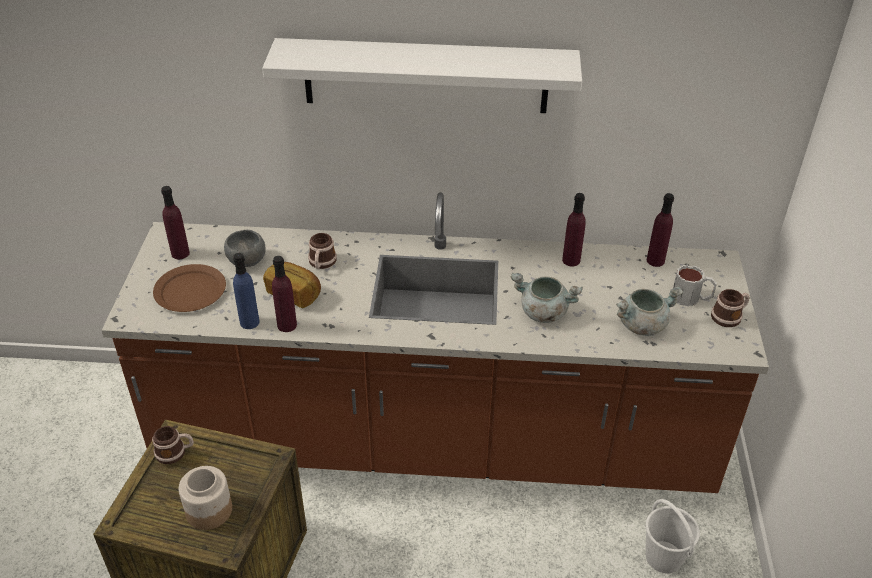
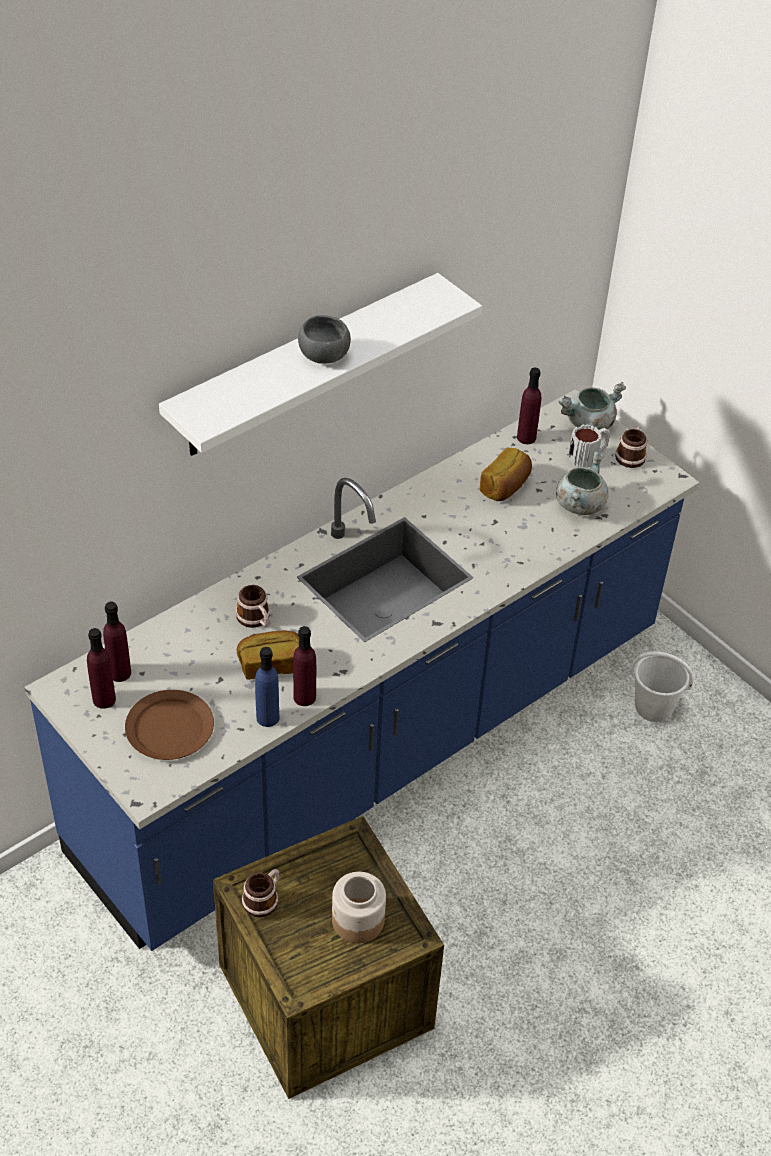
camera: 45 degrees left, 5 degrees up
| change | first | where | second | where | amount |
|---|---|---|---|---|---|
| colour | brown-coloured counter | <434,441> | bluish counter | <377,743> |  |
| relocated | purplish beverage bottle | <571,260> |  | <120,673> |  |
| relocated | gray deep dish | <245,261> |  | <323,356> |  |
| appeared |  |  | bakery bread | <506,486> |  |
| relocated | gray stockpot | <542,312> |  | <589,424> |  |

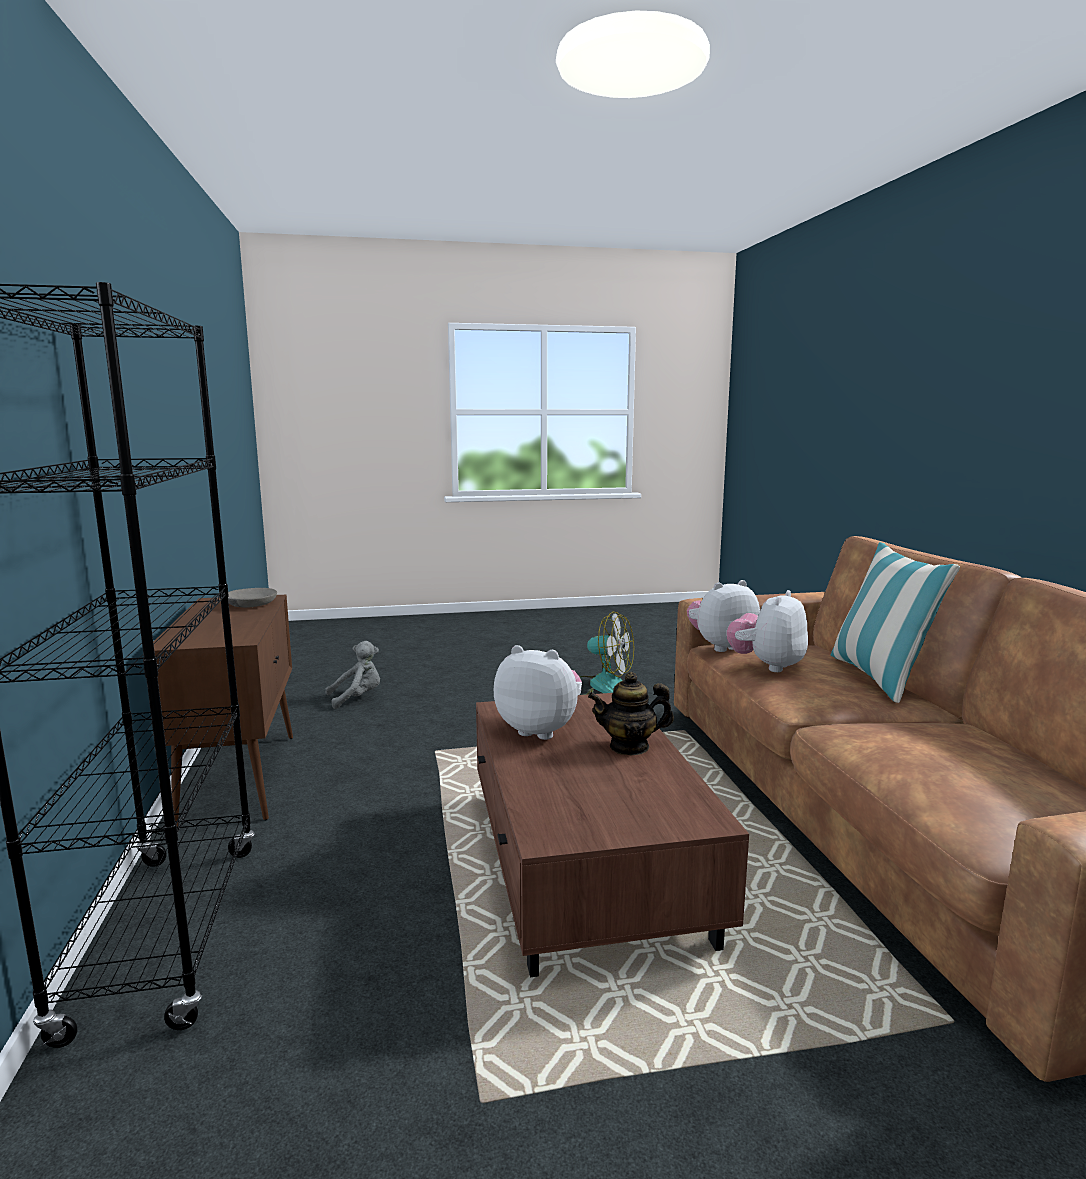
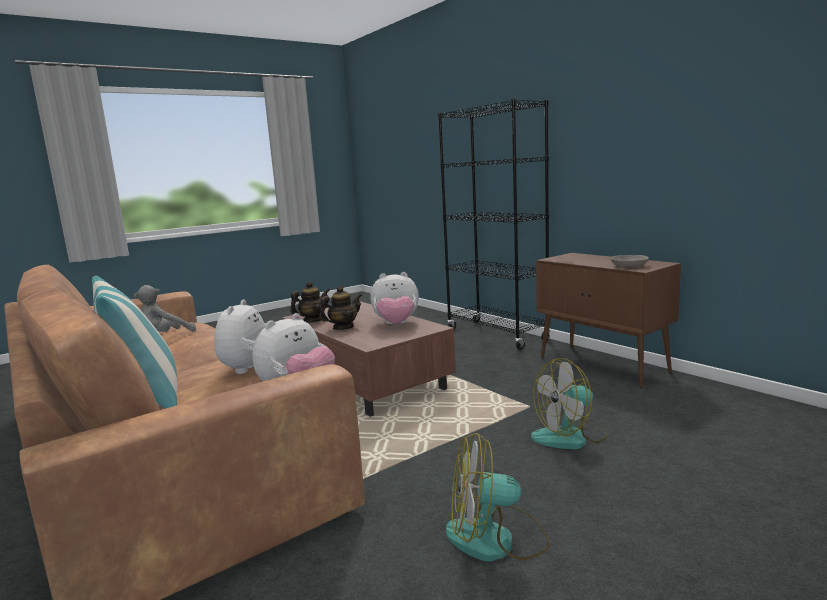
camera: 155 degrees right, 0 degrees up
| change | first | where | second | where | amount |
|---|---|---|---|---|---|
| relocated | gray soft toy | <357,698> |  | <164,336> |  |
| appeared |  |  | pot for tea | <312,320> |  |
| appeared |  |  | cooling fan | <570,437> |  |

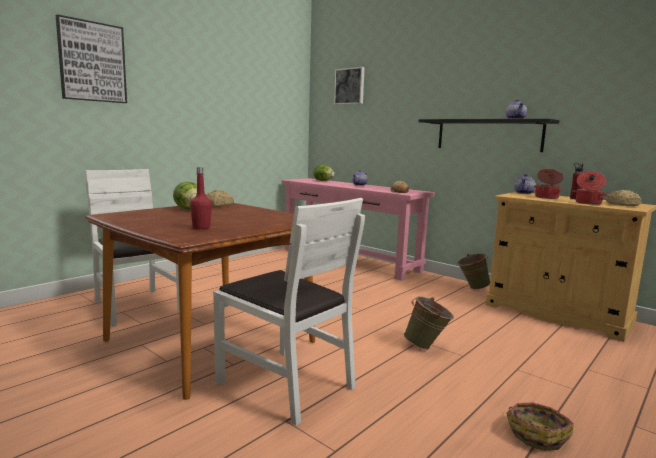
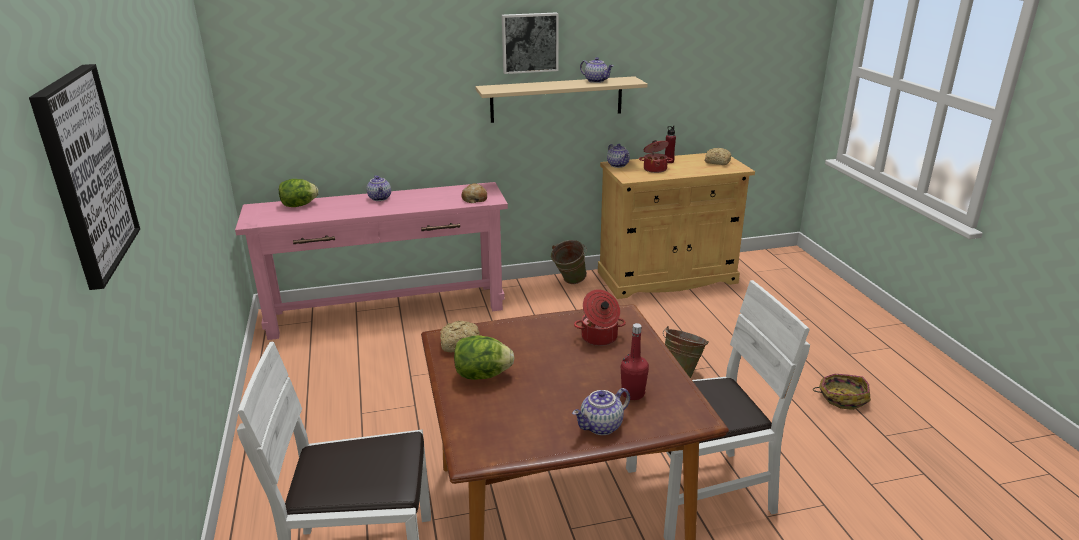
camera: 55 degrees left, 15 degrees up
| change | first | where | second | where | amount |
|---|---|---|---|---|---|
| colour | blackish shelf | <488,135> | beige-coloured shelf | <556,99> |  |
| relocated | picture | <350,86> |  | <529,42> |  |
| appeared |  |  | pot for tea | <601,427> |  |
| relocated | stockpot | <588,203> |  | <599,338> |  |

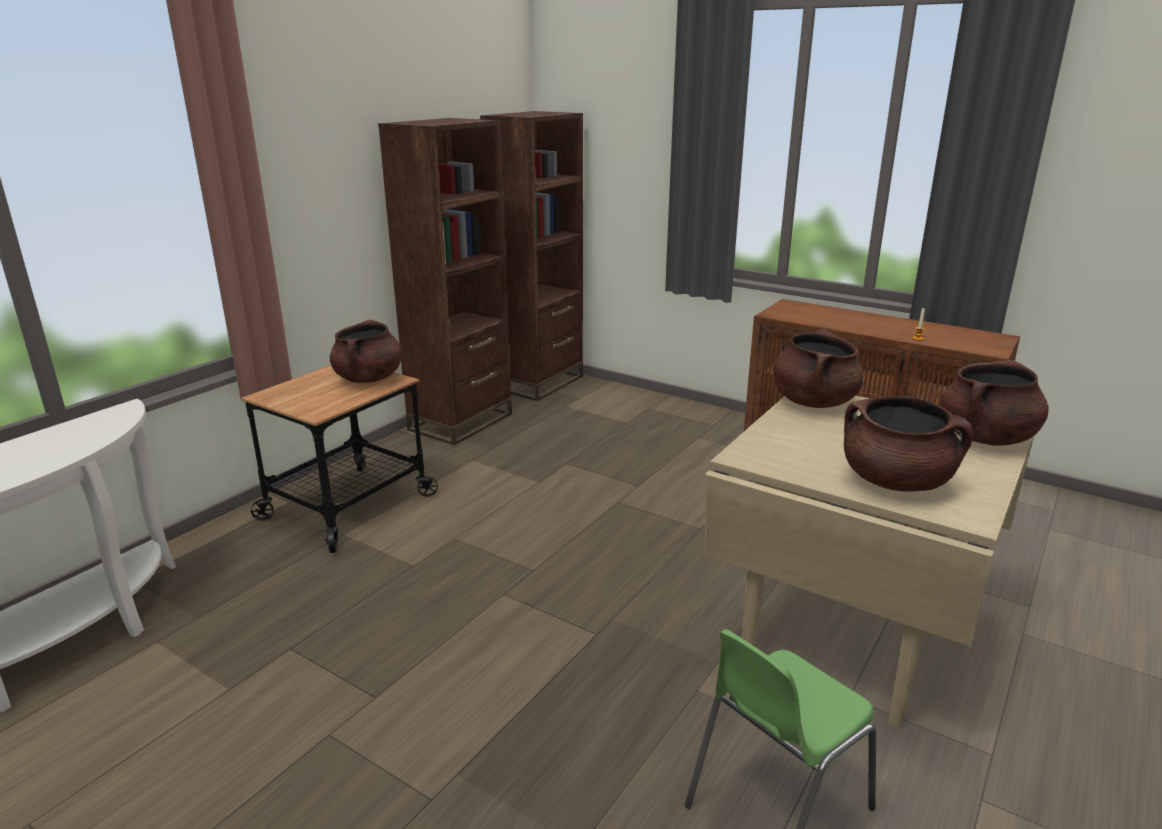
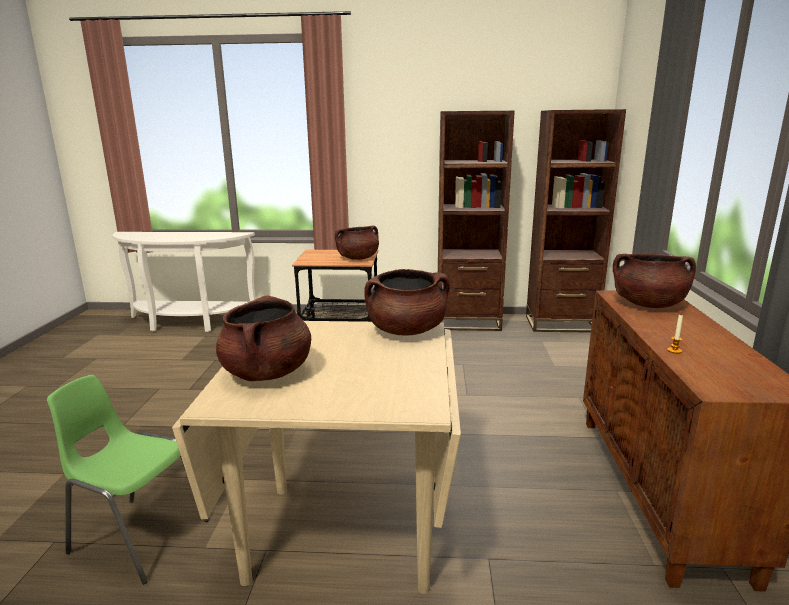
camera: 60 degrees right, 5 degrees down
| change | first | where | second | where | amount |
|---|---|---|---|---|---|
| relocated | brown-coloured stockpot | <986,438> |  | <648,304> |  |

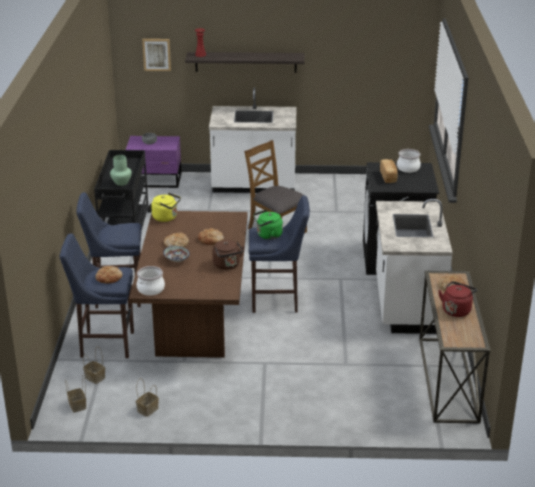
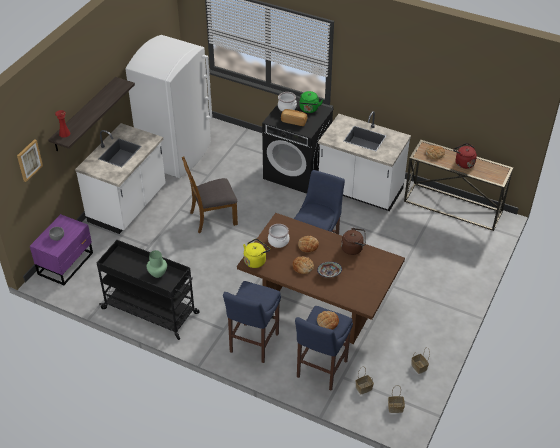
camera: 65 degrees left, 15 degrees up
| change | first | where | second | where | amount |
|---|---|---|---|---|---|
| appeared |  |  | white refrigerator | <176,154> |  |
| relocated | stockpot | <151,289> |  | <278,241> |  |
| relocated | green-coloured kettle | <268,235> |  | <309,109> |  |

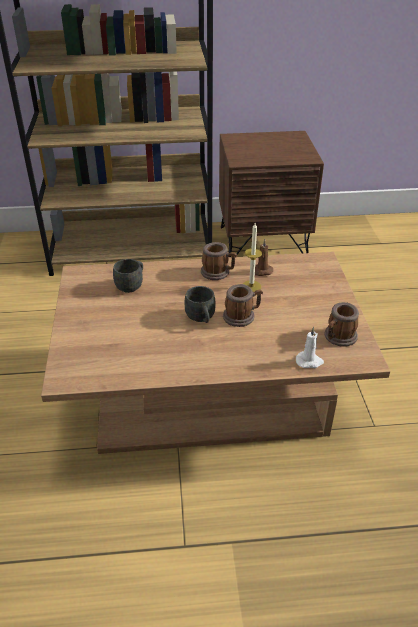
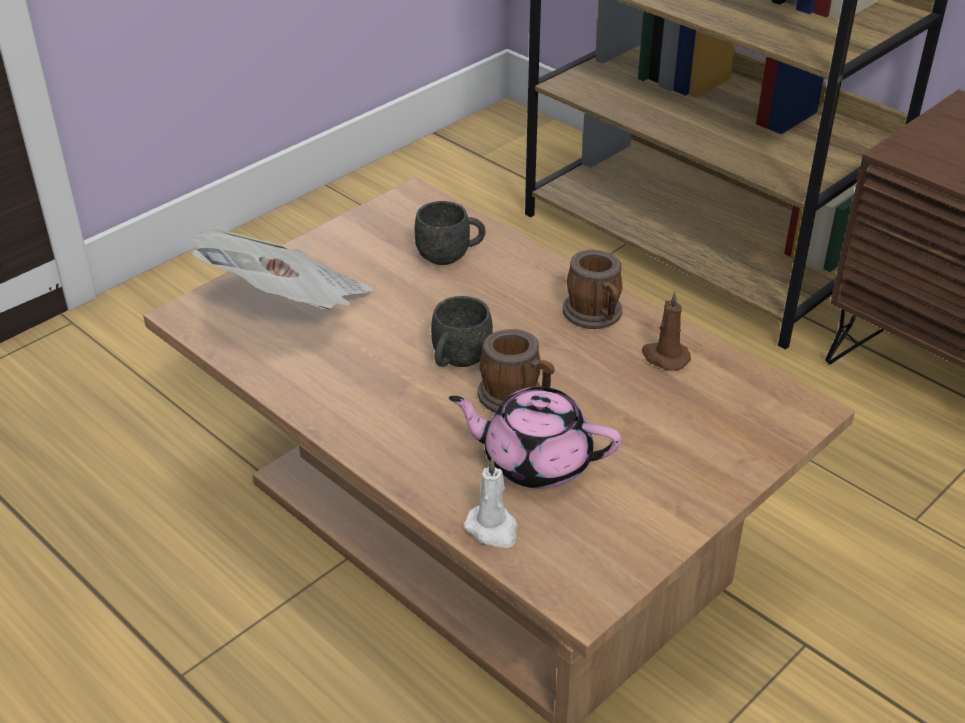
camera: 50 degrees right, 0 degrees up
| change | first | where | second | where | amount |
|---|---|---|---|---|---|
| appeared |  |  | printed paper | <289,306> |  |
| appeared |  |  | pinkish pot for tea | <535,461> |  |
| missing | wax candle | <251,286> |  |  |  |
| missing | mug | <338,338> |  |  |  |

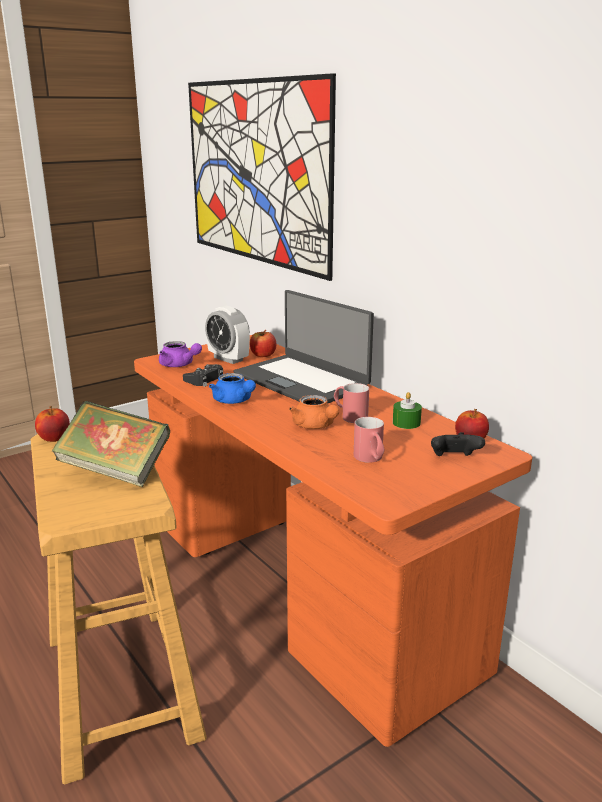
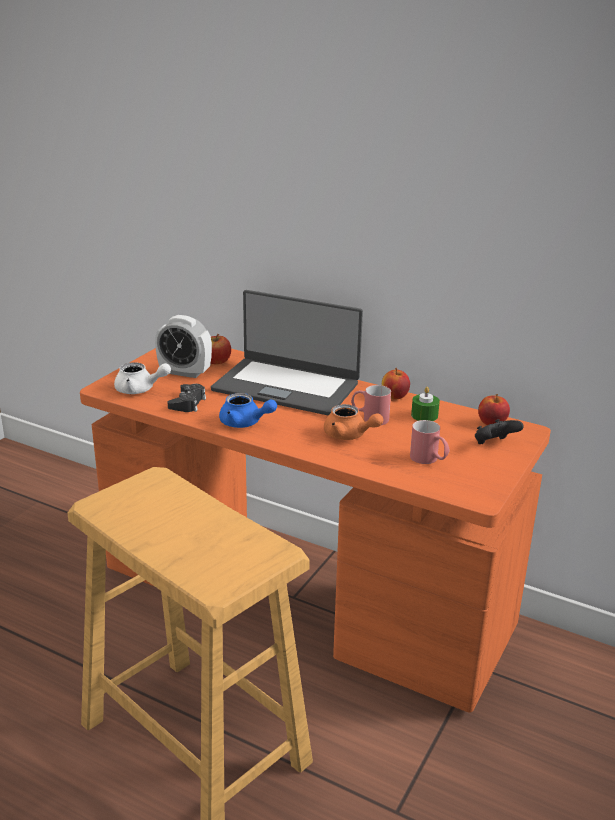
camera: 25 degrees left, 5 degrees up
| change | first | where | second | where | amount |
|---|---|---|---|---|---|
| colour | purplish pot for tea | <179,365> | white pot for tea | <140,389> |  |
| relocated | apple | <54,439> |  | <394,396> |  |
| missing | volume | <115,470> |  |  |  |
| missing | picture | <255,173> |  |  |  |

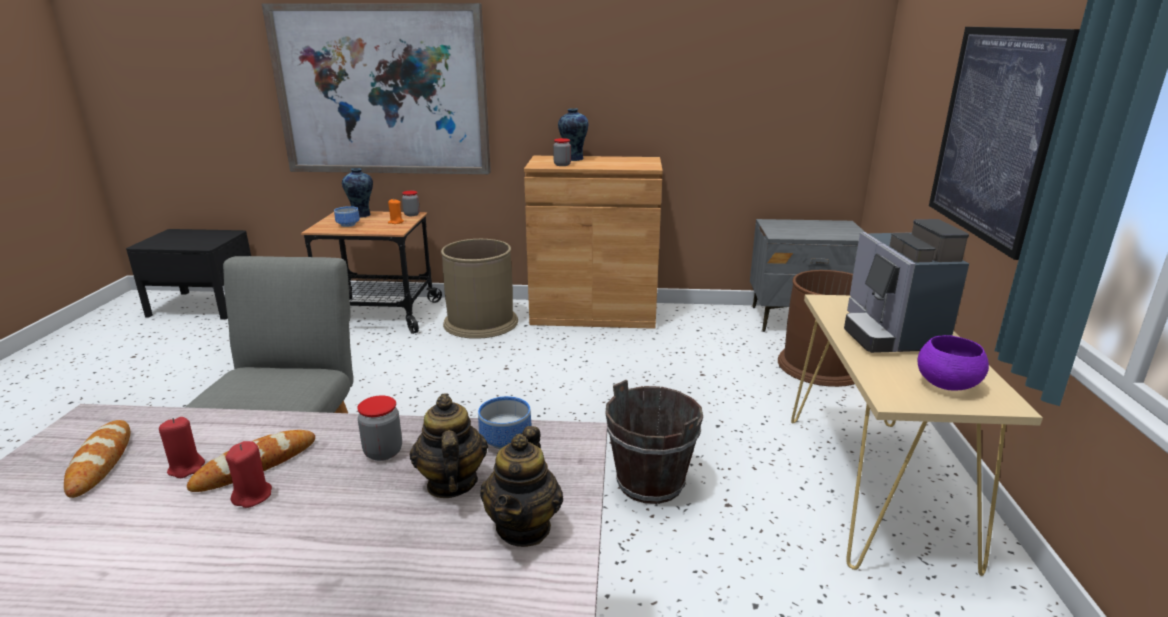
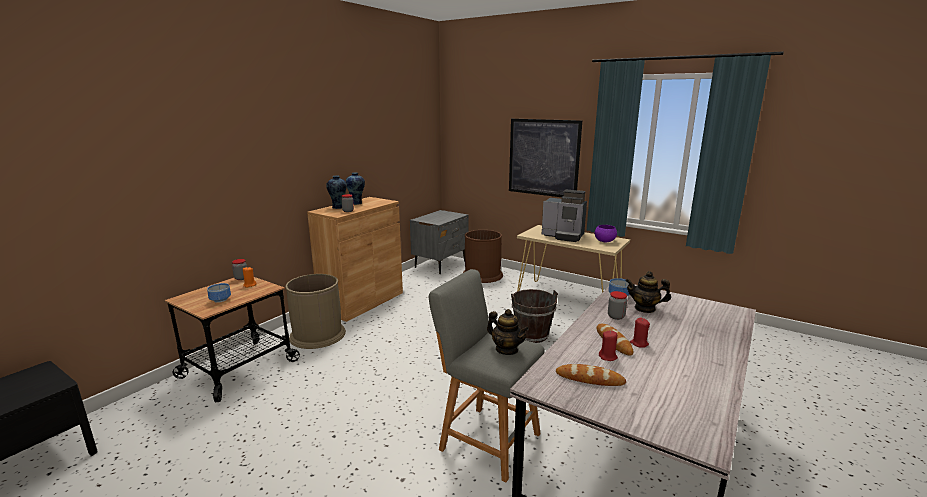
camera: 60 degrees left, 5 degrees down
| change | first | where | second | where | amount |
|---|---|---|---|---|---|
| relocated | flower vase | <361,215> |  | <356,203> |  |
| relocated | pot for tea | <524,527> |  | <506,350> |  |
| missing | picture | <383,91> |  |  |  |

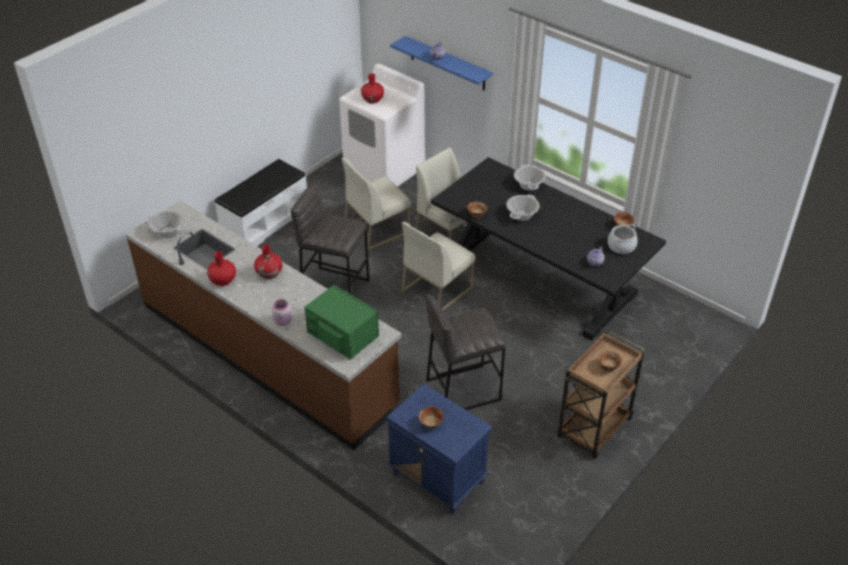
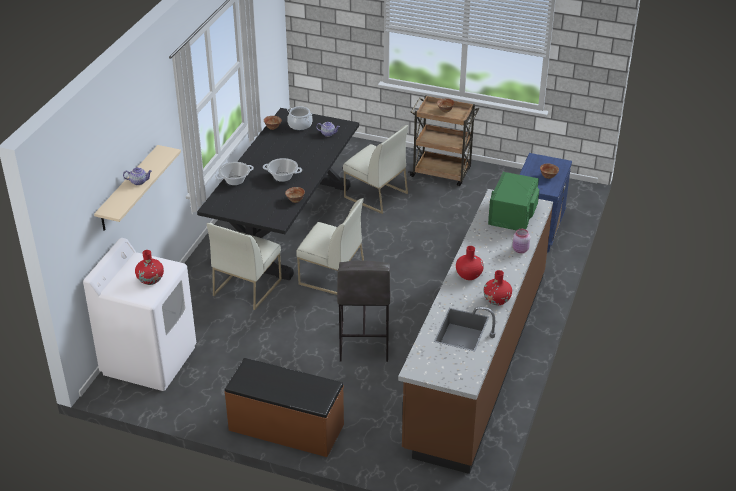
camera: 110 degrees left, 5 degrees down
| change | first | where | second | where | amount |
|---|---|---|---|---|---|
| colour | bluish shelf | <447,64> | beige-coloured shelf | <128,189> |  |
| colour | white indoor bench | <265,223> | brown-coloured indoor bench | <286,428> |  |
| relocated | white plain chair | <377,228> |  | <375,195> |  |
| missing | stockpot | <168,232> |  |  |  |
| missing | gray stool | <462,390> |  |  |  |

